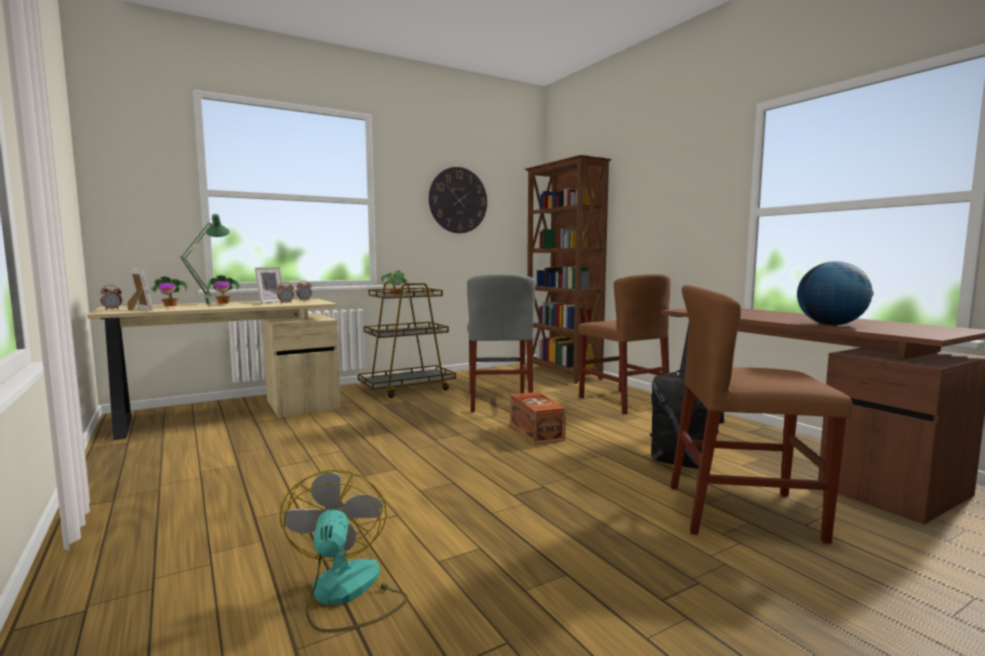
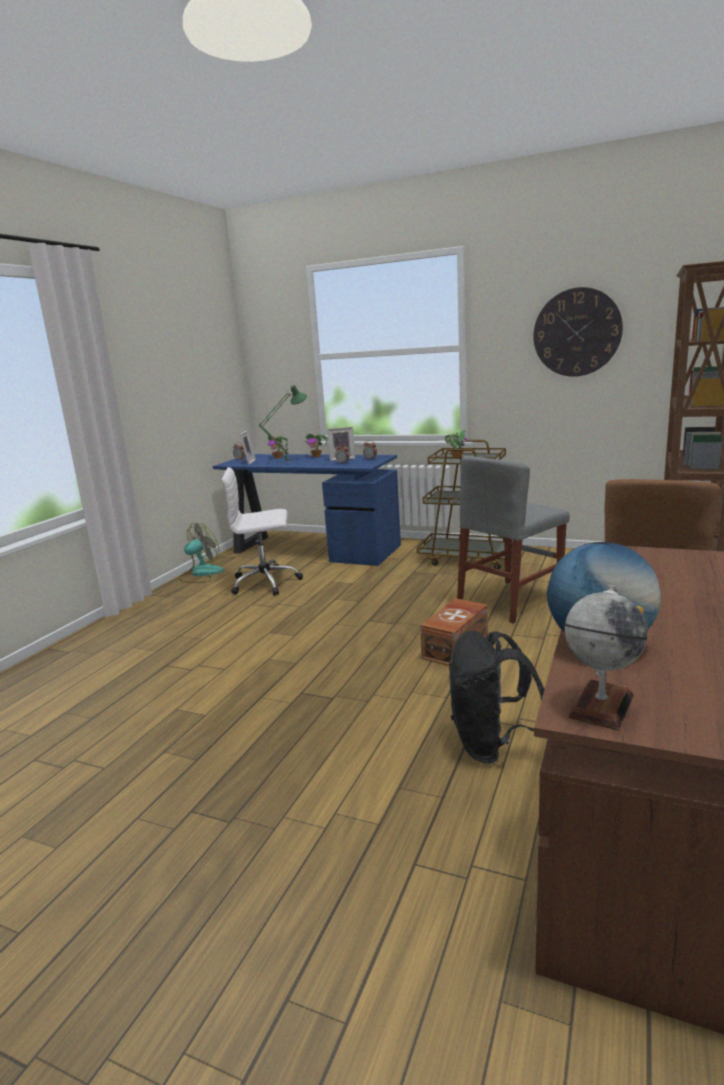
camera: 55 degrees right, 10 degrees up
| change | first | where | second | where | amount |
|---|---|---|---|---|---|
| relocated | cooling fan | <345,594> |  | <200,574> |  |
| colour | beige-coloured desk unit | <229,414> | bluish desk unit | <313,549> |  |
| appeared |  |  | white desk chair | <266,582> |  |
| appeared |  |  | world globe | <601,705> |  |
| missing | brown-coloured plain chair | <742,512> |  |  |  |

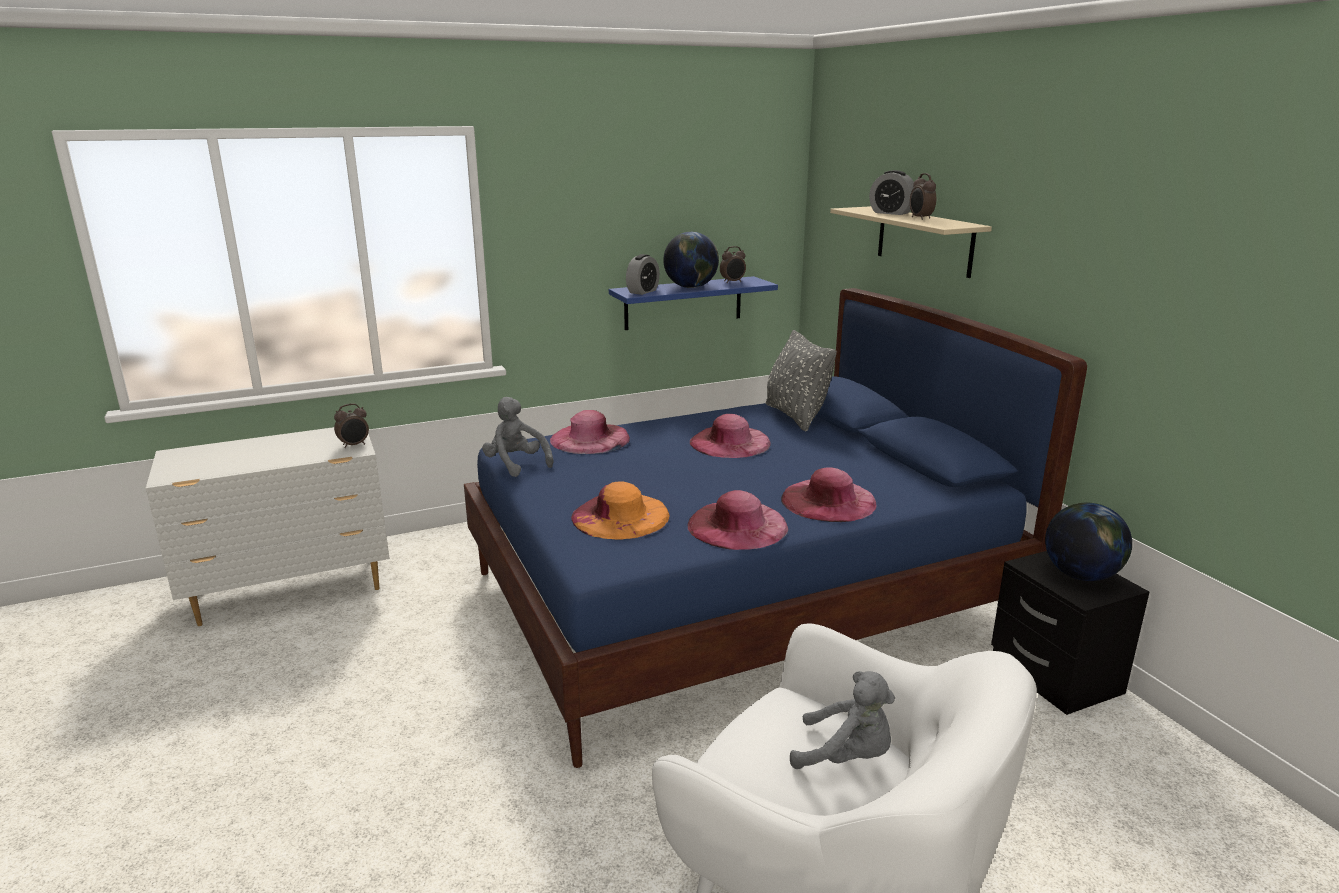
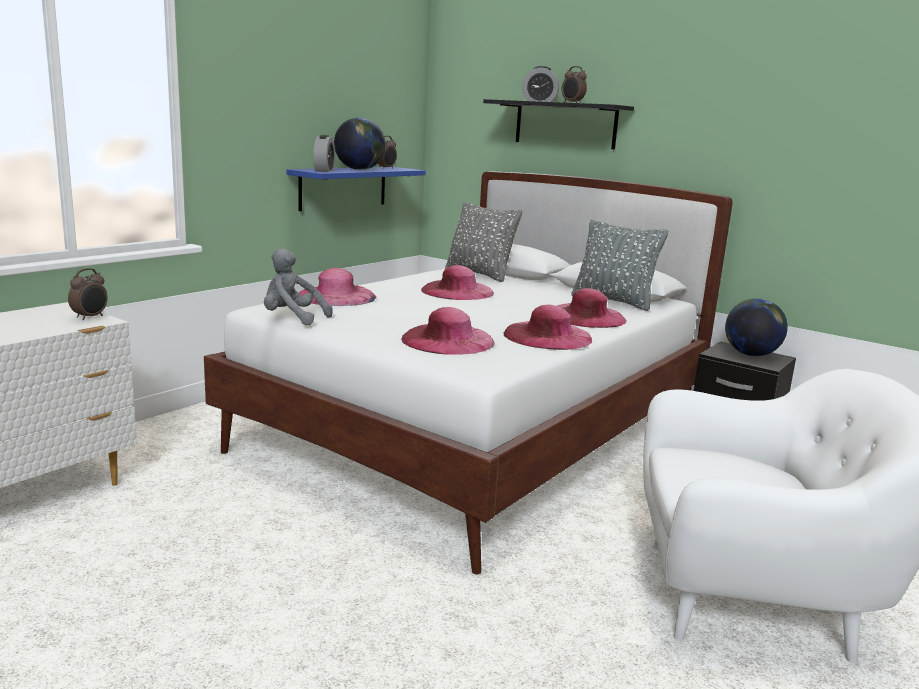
camera: 30 degrees left, 5 degrees down
| change | first | where | second | where | amount |
|---|---|---|---|---|---|
| colour | bluish bed | <738,601> | white bed | <479,433> |  |
| colour | orange hat | <620,516> | pinkish hat | <448,340> |  |
| colour | beige-coloured shelf | <924,240> | blackish shelf | <565,124> |  |
| appeared |  |  | gray cushion | <613,301> |  |
| missing | gray soft toy | <846,757> |  |  |  |

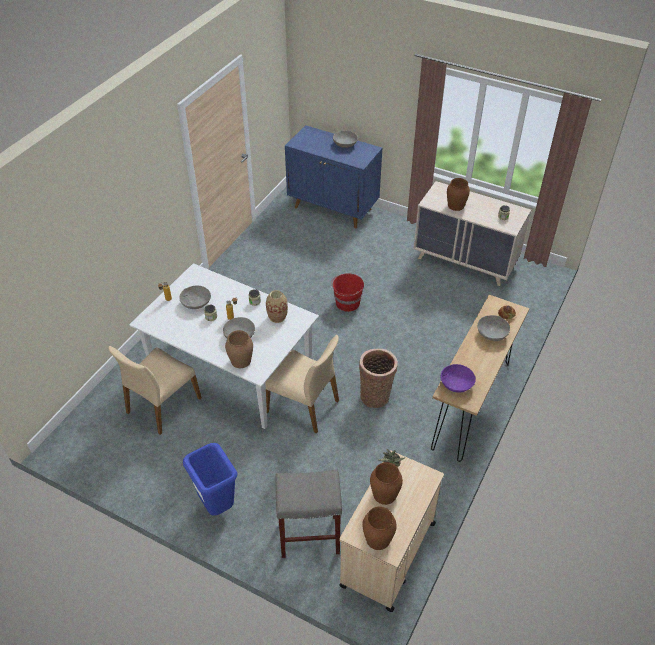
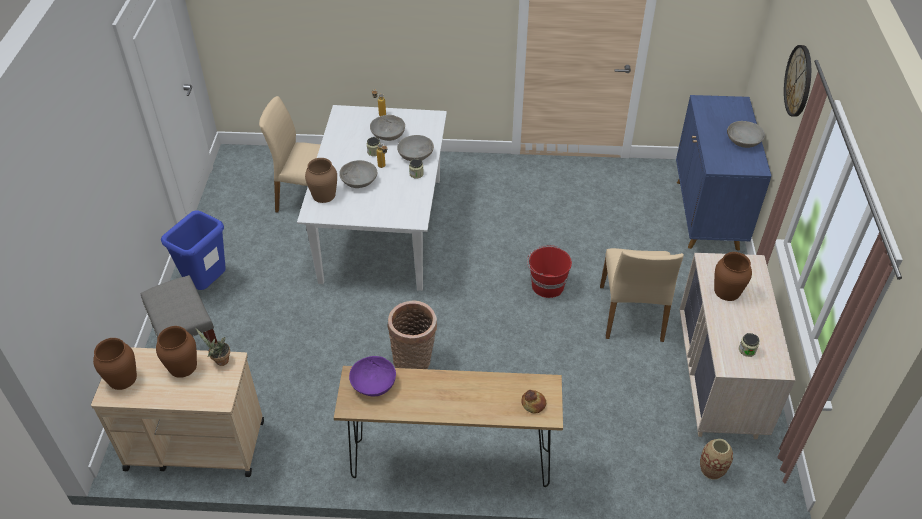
camera: 65 degrees right, 0 degrees up
| change | first | where | second | where | amount |
|---|---|---|---|---|---|
| relocated | gray deep dish | <491,333> |  | <415,155> |  |
| relocated | beige-coloured plain chair | <303,406> |  | <632,314> |  |
| relocated | flower vase | <277,317> |  | <712,470> |  |
| appeared |  |  | clock on the wall | <799,81> |  |

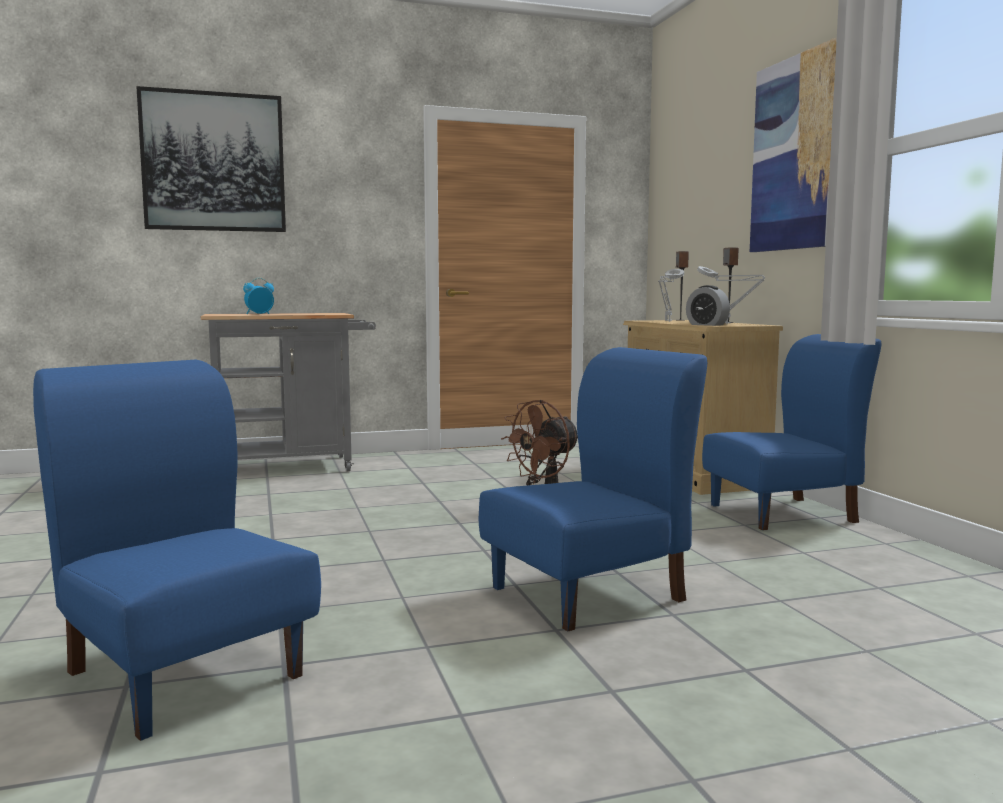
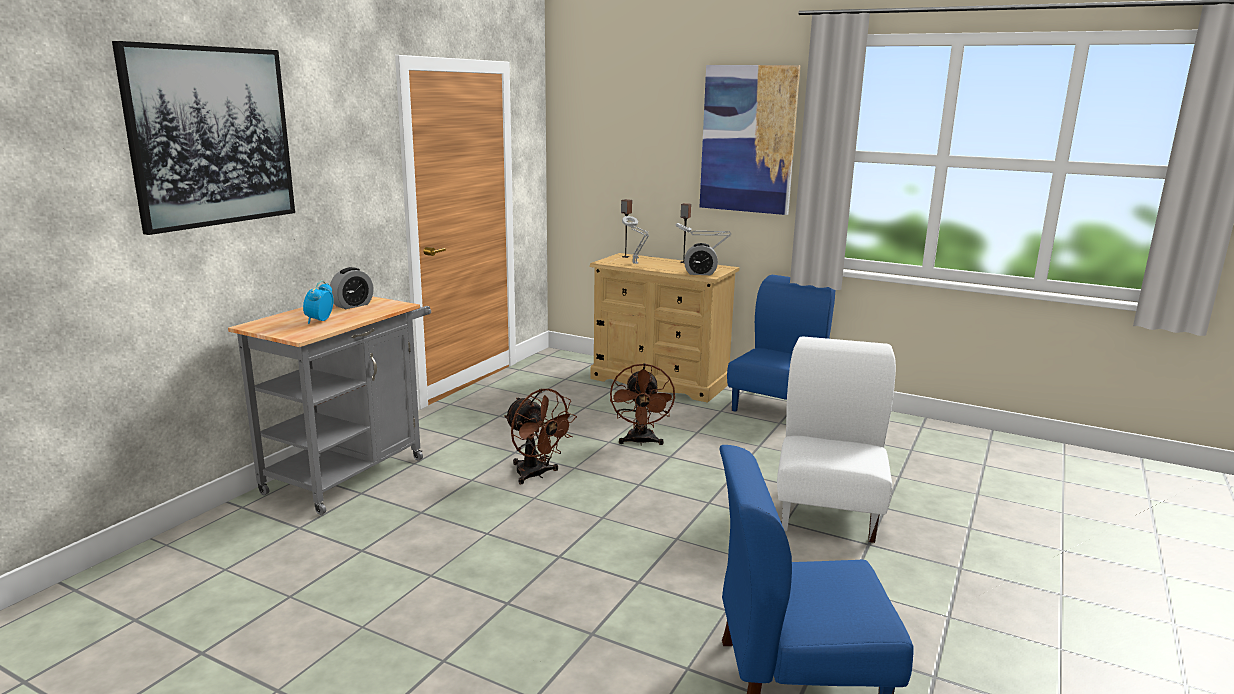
camera: 45 degrees left, 10 degrees up
| change | first | where | second | where | amount |
|---|---|---|---|---|---|
| appeared |  |  | bedside clock | <352,305> |  |
| appeared |  |  | brown-coloured cooling fan | <536,475> |  |
| colour | bluish plain chair | <589,594> | white plain chair | <828,511> |  |

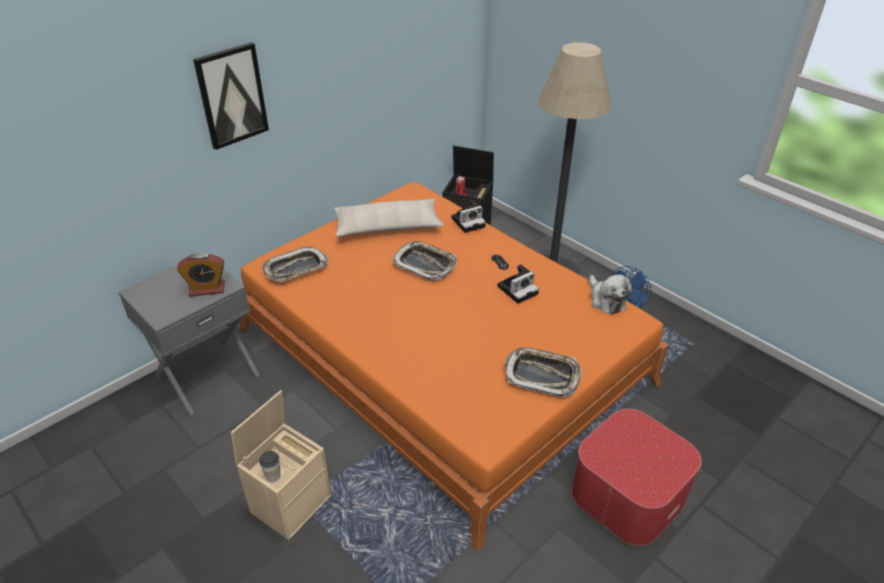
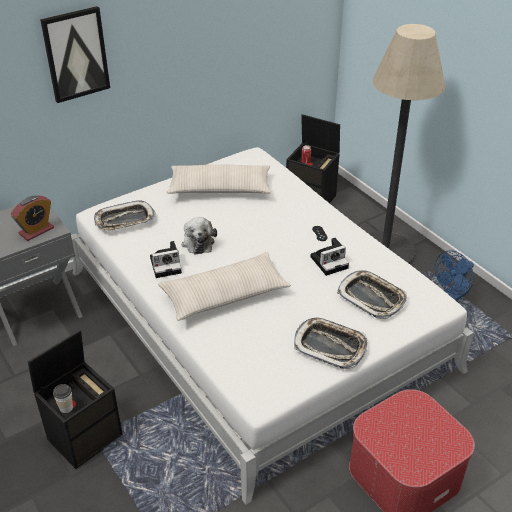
camera: 10 degrees right, 0 degrees up
| change | first | where | second | where | amount |
|---|---|---|---|---|---|
| spun | bedside clock | <207,289> |  | <36,231> | 45 degrees counterclockwise |
| colour | beige-coloured storage container | <291,502> | blackish storage container | <85,435> |  |
| colour | orange bed | <441,356> | white bed | <256,319> |  |
| relocated | still camera | <469,222> |  | <167,265> |  |
| appeared |  |  | beige-coloured cushion | <225,295> |  |
| relocated | soft toy | <606,300> |  | <198,242> |  |
| relocated | tray | <425,264> |  | <371,297> |  |

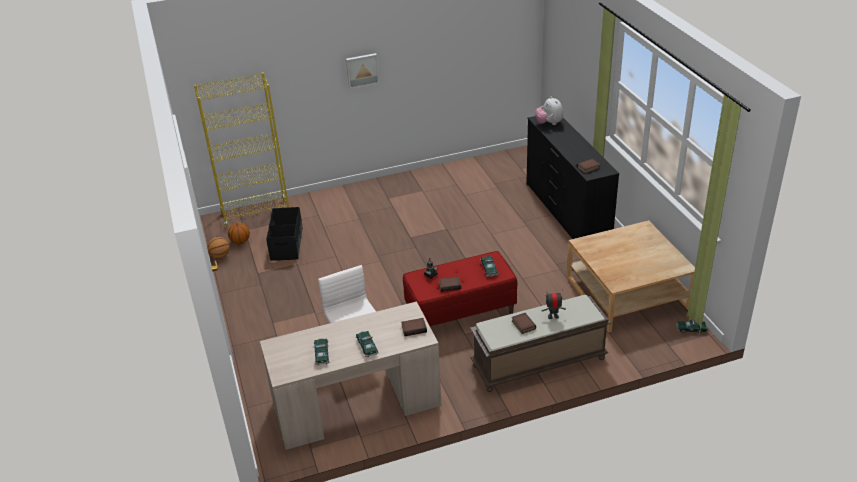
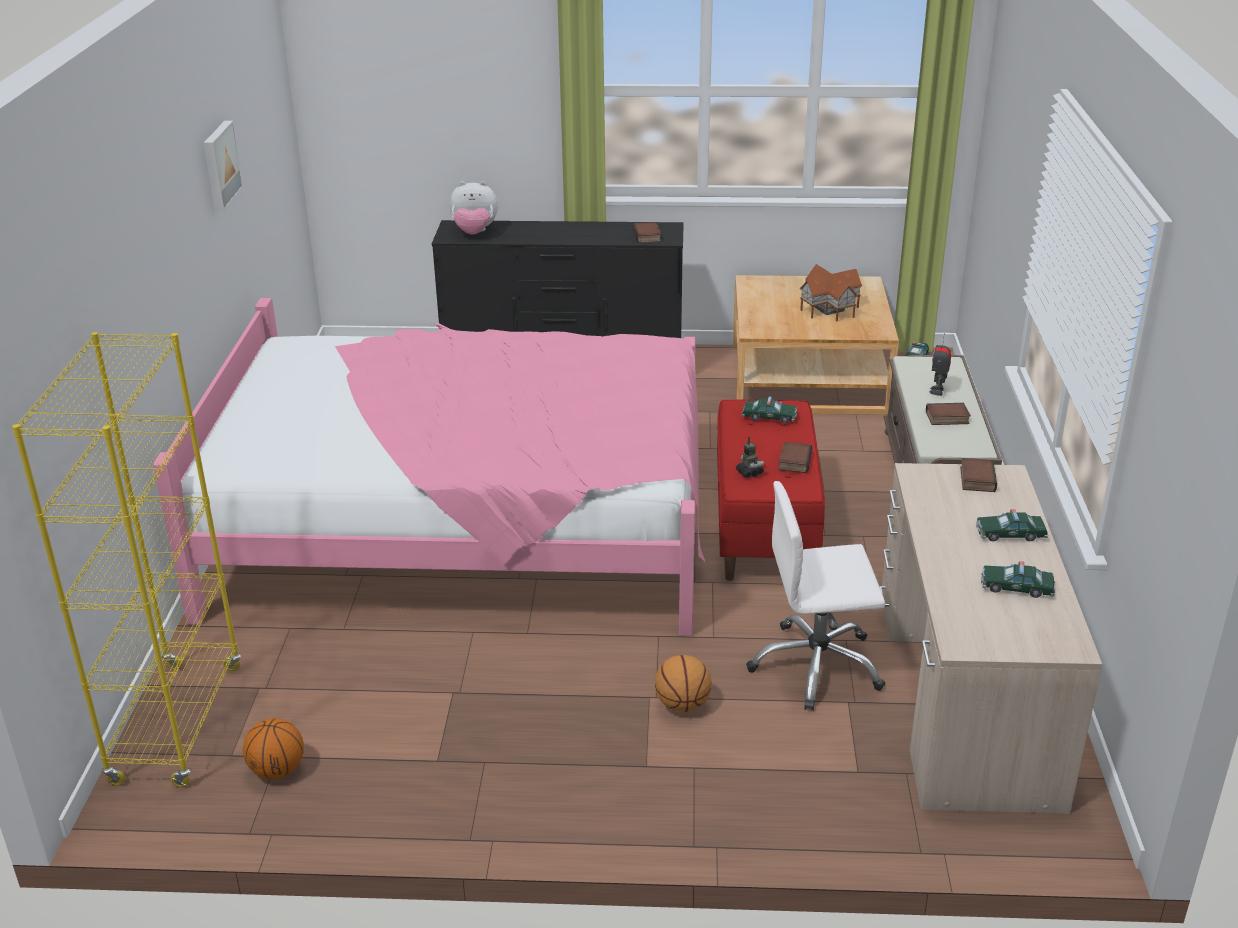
camera: 70 degrees left, 5 degrees down
| change | first | where | second | where | amount |
|---|---|---|---|---|---|
| appeared |  |  | pinkish bed | <468,525> |  |
| relocated | picture | <362,70> |  | <219,165> |  |
| relocated | basketball ball | <220,256> |  | <682,705> |  |
| appeared |  |  | model house | <828,309> |  |
| missing | blackish storage container | <287,244> |  |  |  |

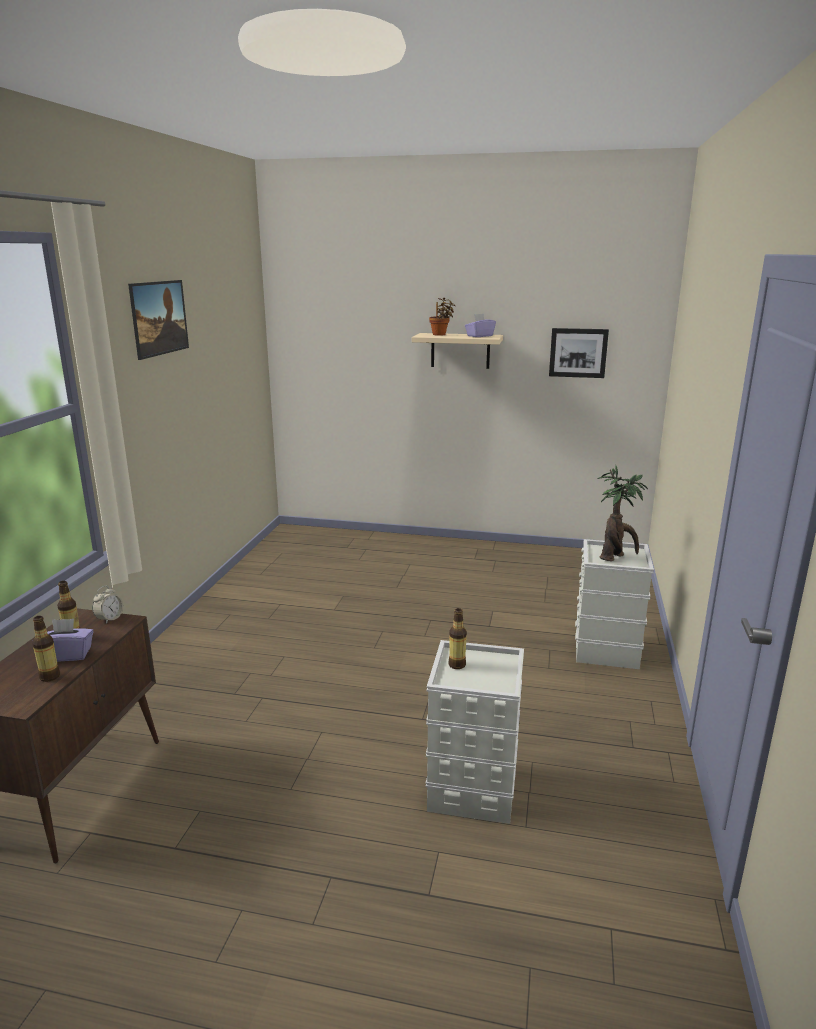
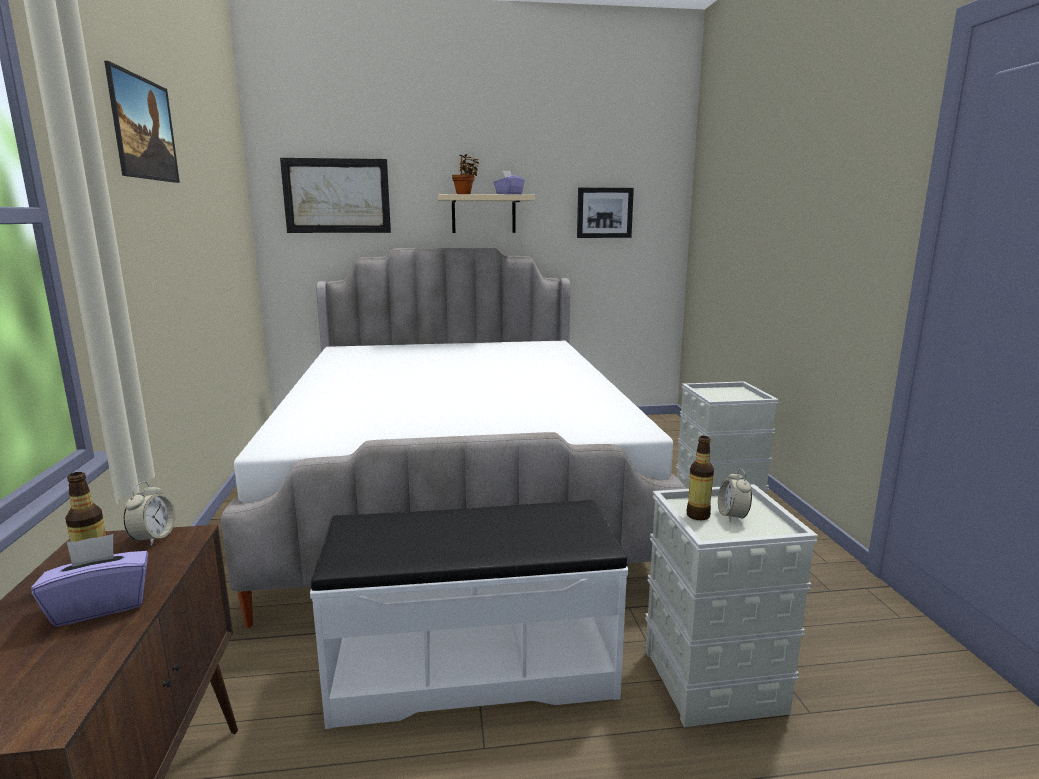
camera: 20 degrees left, 5 degrees down
| change | first | where | second | where | amount |
|---|---|---|---|---|---|
| appeared |  |  | bed | <456,489> |  |
| appeared |  |  | picture | <337,196> |  |
| appeared |  |  | white indoor bench | <472,667> |  |
| appeared |  |  | bedside clock | <732,516> |  |
| missing | beverage bottle | <49,677> |  |  |  |
| missing | houseplant | <615,557> |  |  |  |

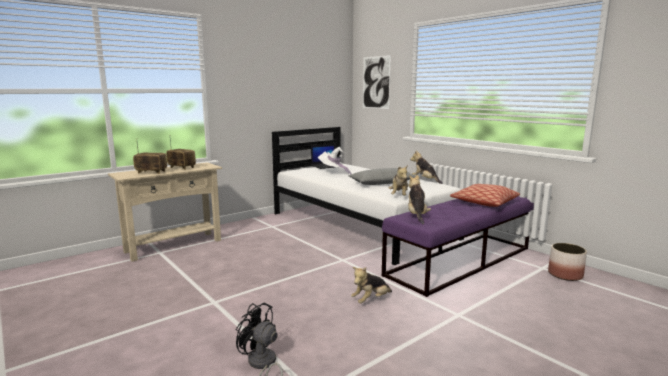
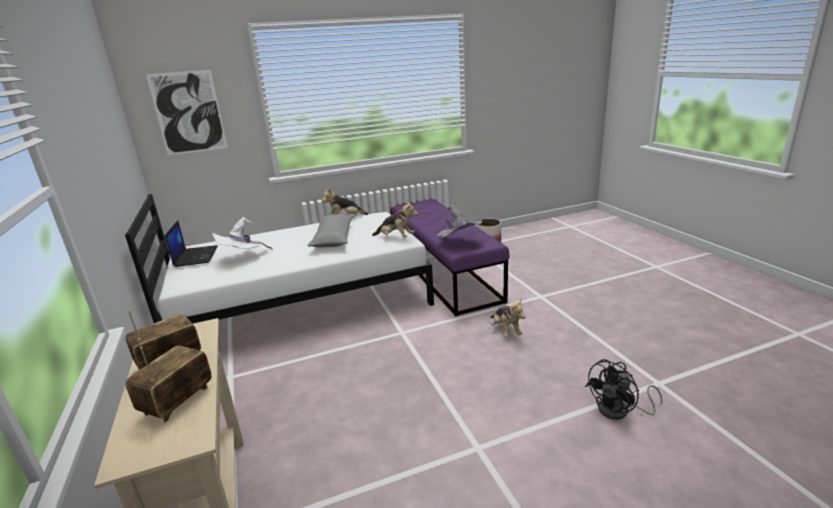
camera: 70 degrees left, 10 degrees up
| change | first | where | second | where | amount |
|---|---|---|---|---|---|
| exchanged | soft toy | <417,215> | gray hat | <458,242> |  |
| missing | cushion | <484,203> |  |  |  |

